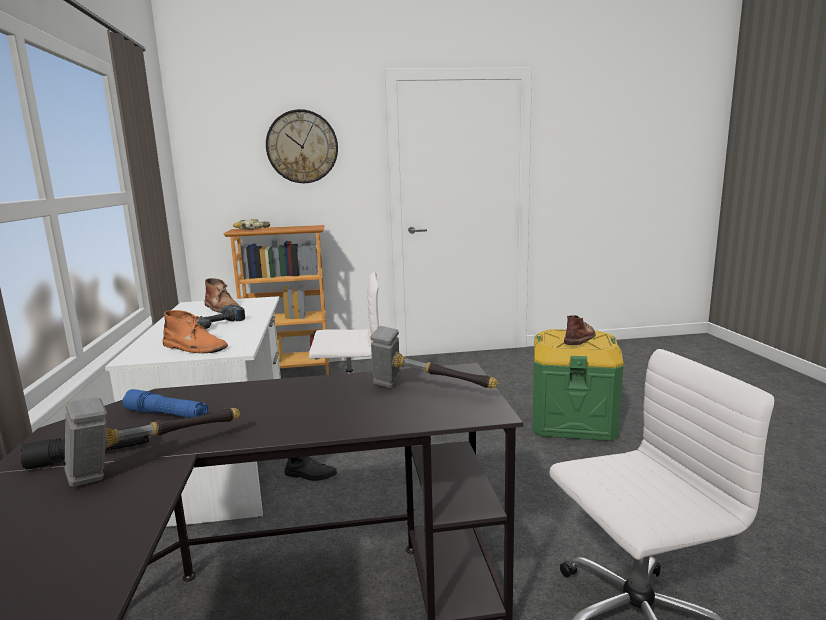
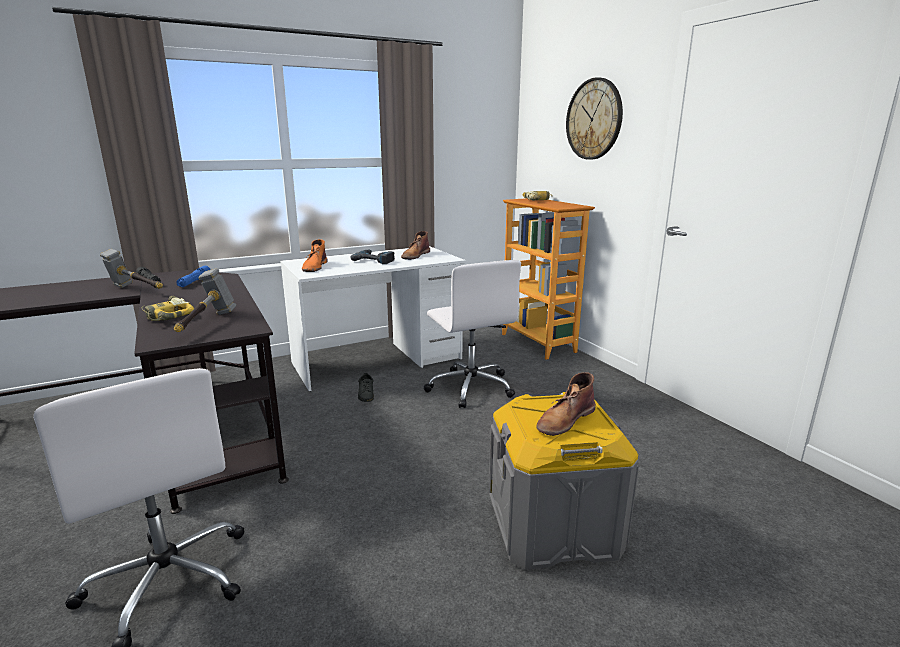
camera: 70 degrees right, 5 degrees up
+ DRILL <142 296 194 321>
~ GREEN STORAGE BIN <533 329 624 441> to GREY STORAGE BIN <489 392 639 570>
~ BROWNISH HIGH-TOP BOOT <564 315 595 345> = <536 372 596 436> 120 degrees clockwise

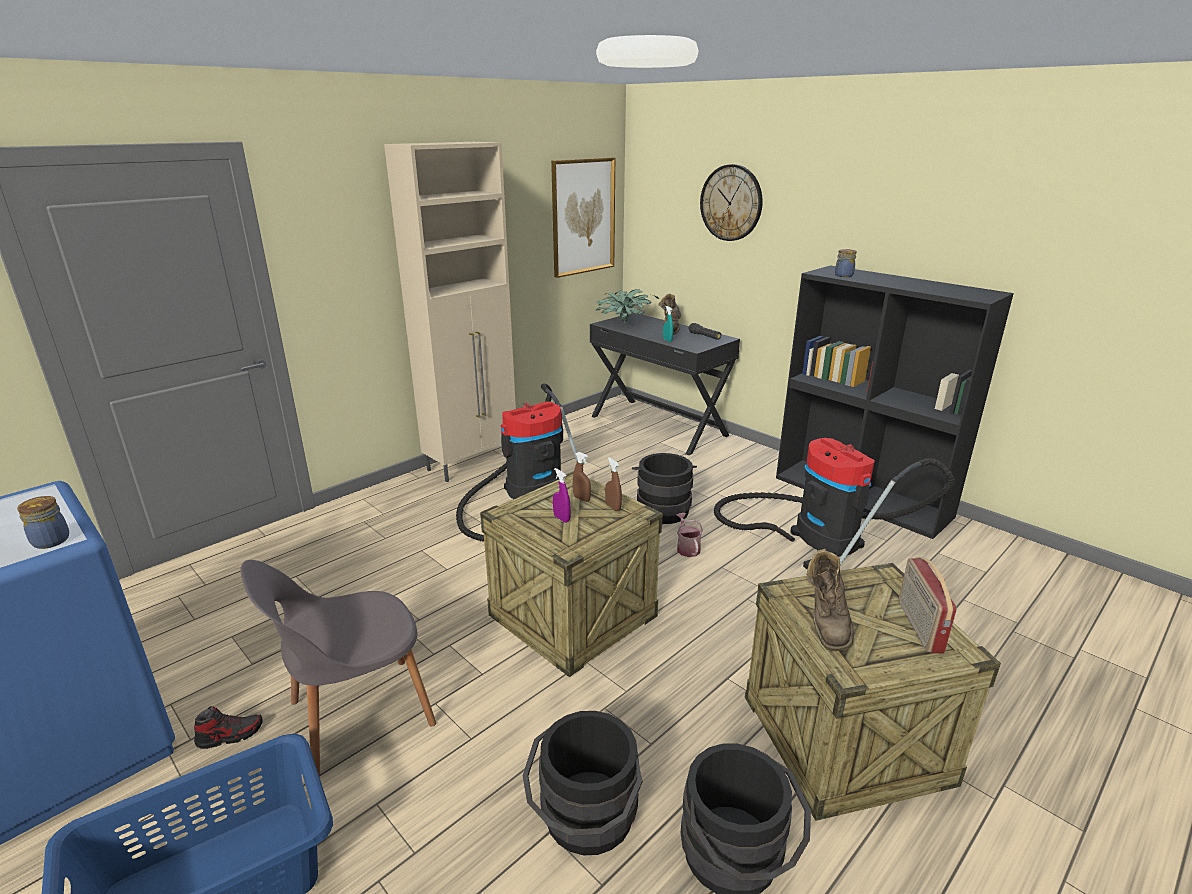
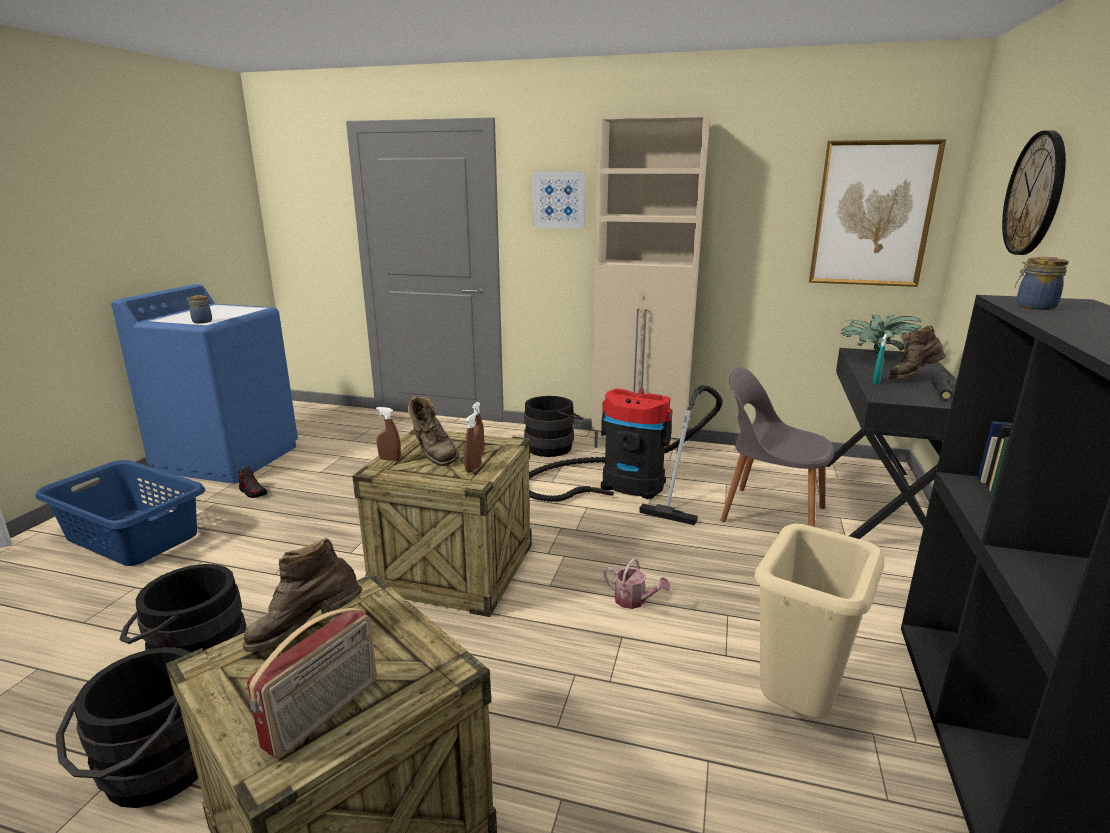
camera: 60 degrees right, 5 degrees down
~ RADIO RECEIVER <899 557 956 654> = <247 608 377 759> 150 degrees clockwise
+ BROWNISH SPRAYER <376 407 401 461>
~ PURPLISH SPRAYER <553 468 571 523> to BROWNISH HIGH-TOP BOOT <408 396 459 466>
~ BLACK PAIL <632 453 697 524> to <524 396 584 457>
+ PICTURE <533 171 586 229>
~ SPRINKLING CAN <676 513 703 557> = <604 558 671 609> 75 degrees clockwise
~ GREY UPRIGHT CHAIR <240 560 436 776> to <720 367 834 527>
~ VACUUM CLEANER <714 437 955 569> to BEIGE WASTE BIN <754 523 884 718>

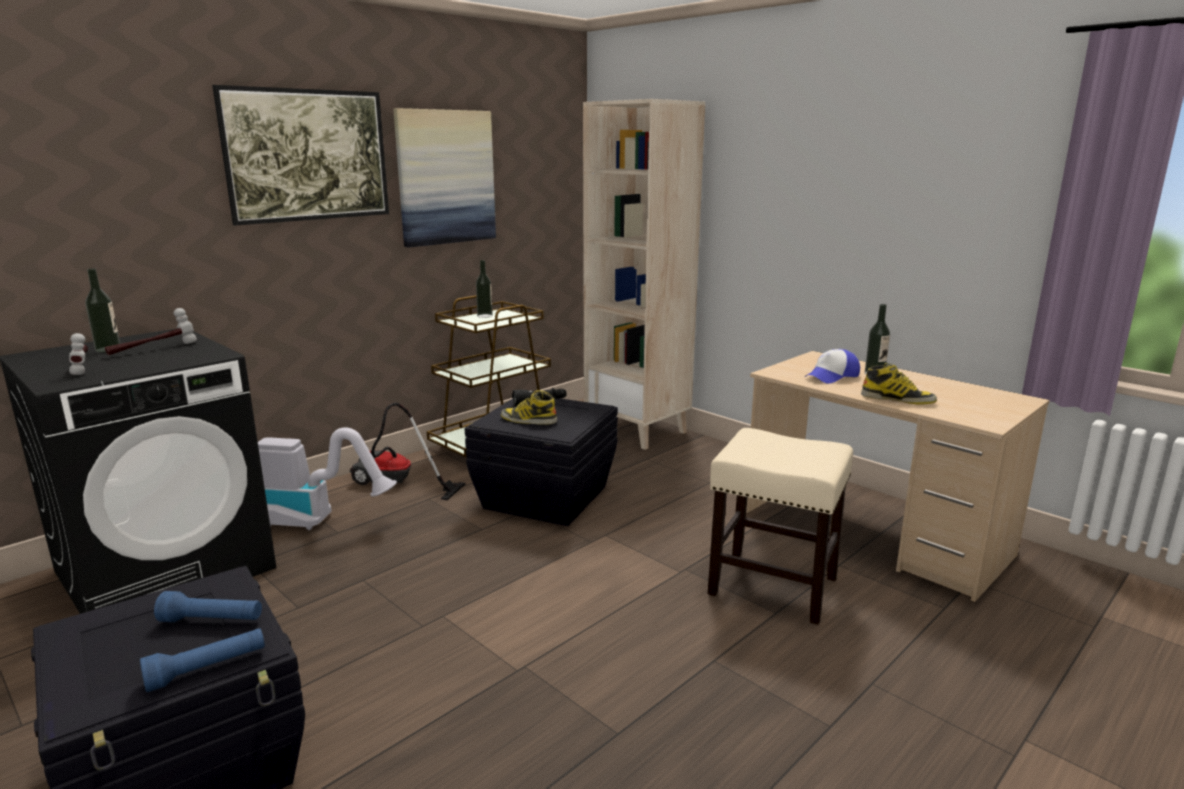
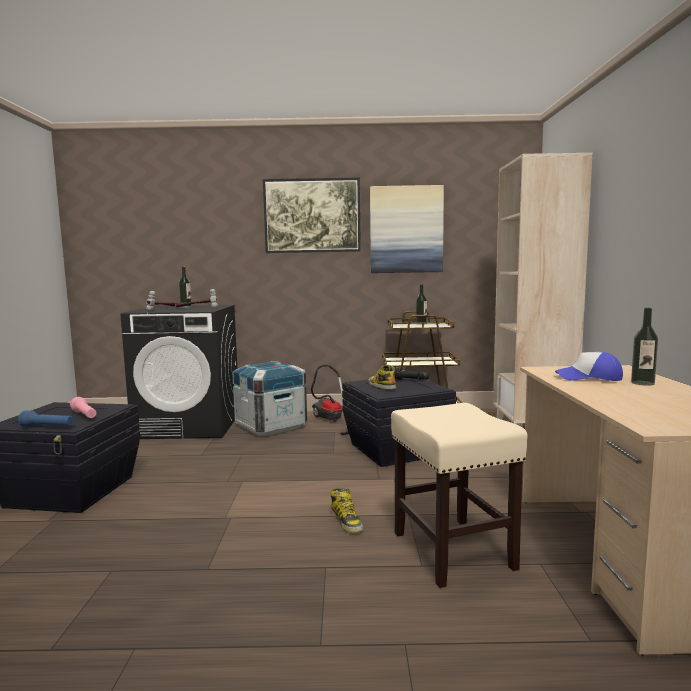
camera: 45 degrees right, 10 degrees down
~ BLUE-COLOURED HAND TORCH <154 591 262 622> to PINK HAND TORCH <70 397 97 418>
~ VACUUM CLEANER <258 427 397 530> to PACKING CRATE <232 361 307 436>
~ HIGH-TOP BOOT <861 363 937 405> to <330 488 363 533>

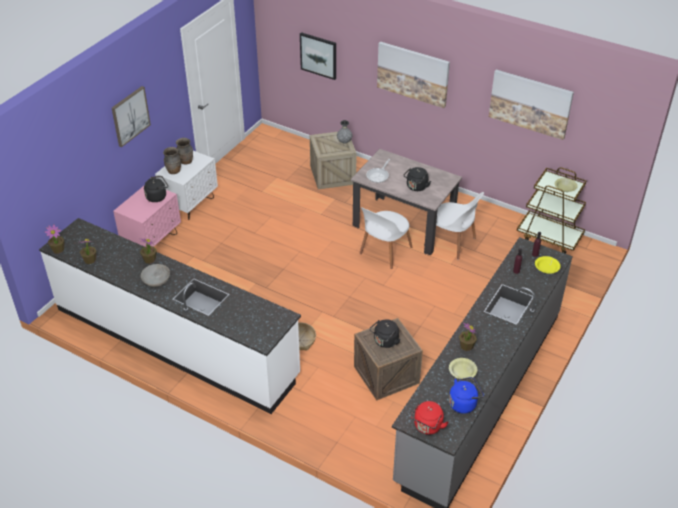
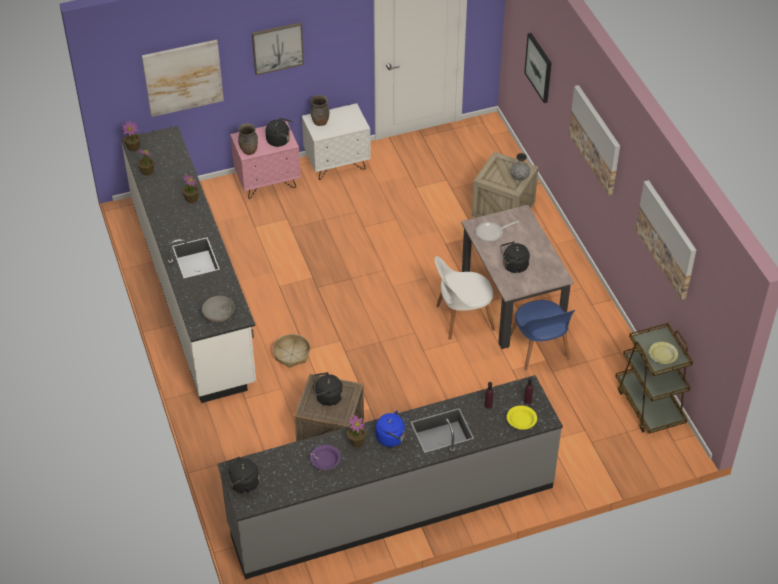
camera: 40 degrees right, 5 degrees up
+ PICTURE <142 40 224 117>
~ GREY DEEP DISH <141 264 170 287> to <202 296 235 322>
~ RED-COLOURED WATER KETTLE <411 401 449 435> to BLACK WATER KETTLE <224 457 259 493>
~ BROWNISH DECORATIVE VASE <176 138 193 165> to <238 123 258 155>
~ YELLOW DEEP DISH <449 358 477 379> to PURPLISH DEEP DISH <310 445 341 470>
~ BLUE-COLOURED WATER KETTLE <449 377 484 414> to <375 411 410 447>
~ WHITISH UPRIGHT CHAIR <424 192 484 259> to BLUE-COLOURED UPRIGHT CHAIR <511 300 575 370>

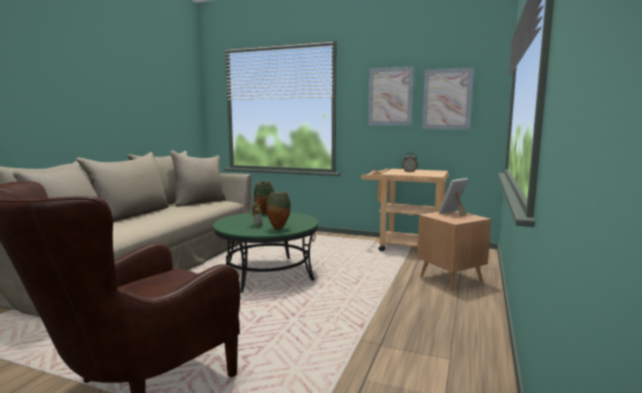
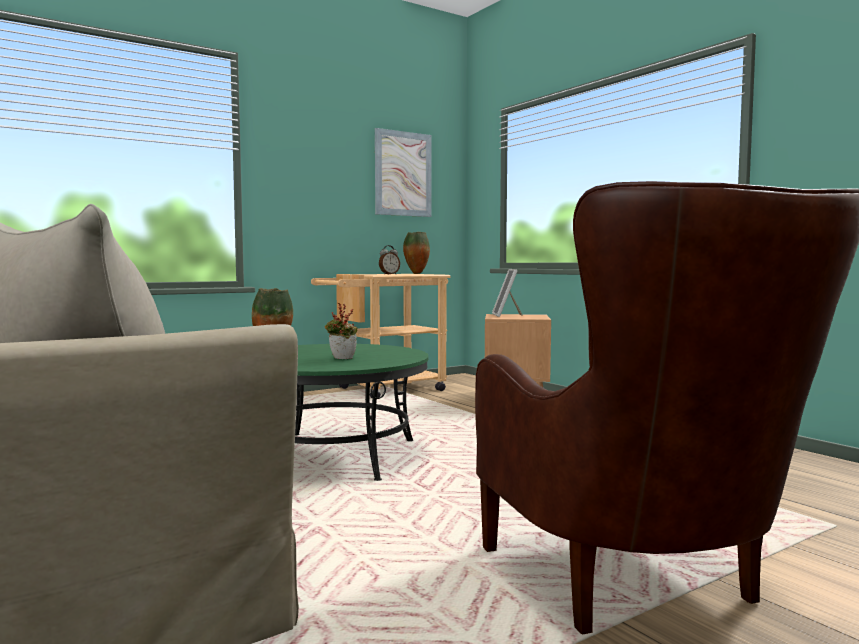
camera: 55 degrees left, 5 degrees down
~ DECORATIVE VASE <266 192 291 230> to <403 232 430 274>
- PICTURE <368 66 414 125>

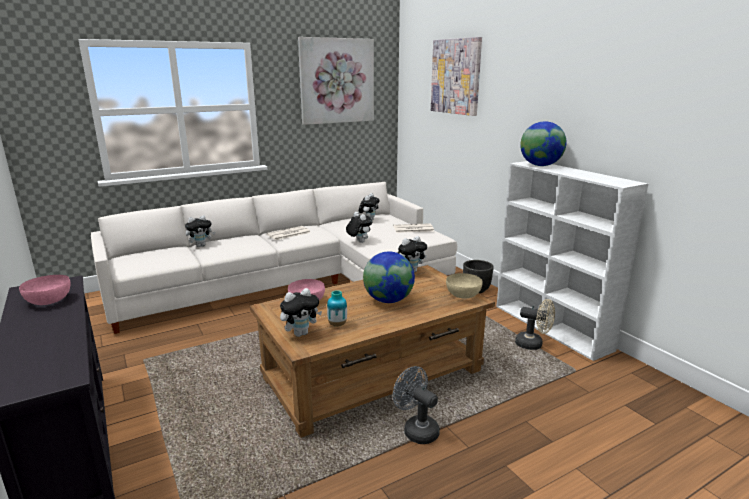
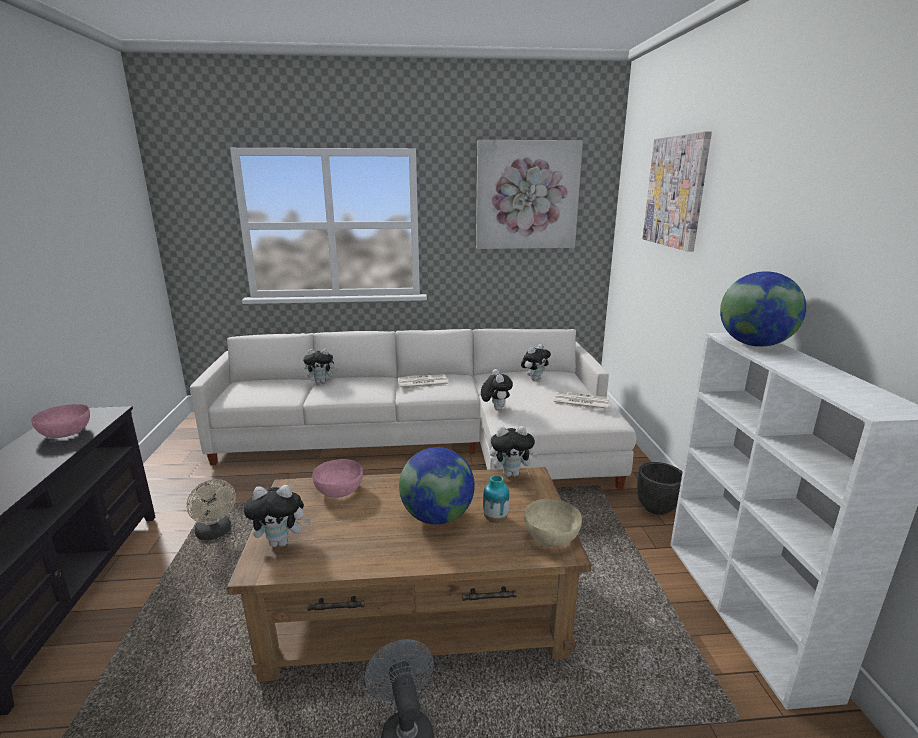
camera: 25 degrees right, 0 degrees up
~ BEIGE FAN <515 299 555 350> to <186 479 236 540>
~ DECORATIVE VASE <327 290 347 327> to <483 475 510 523>

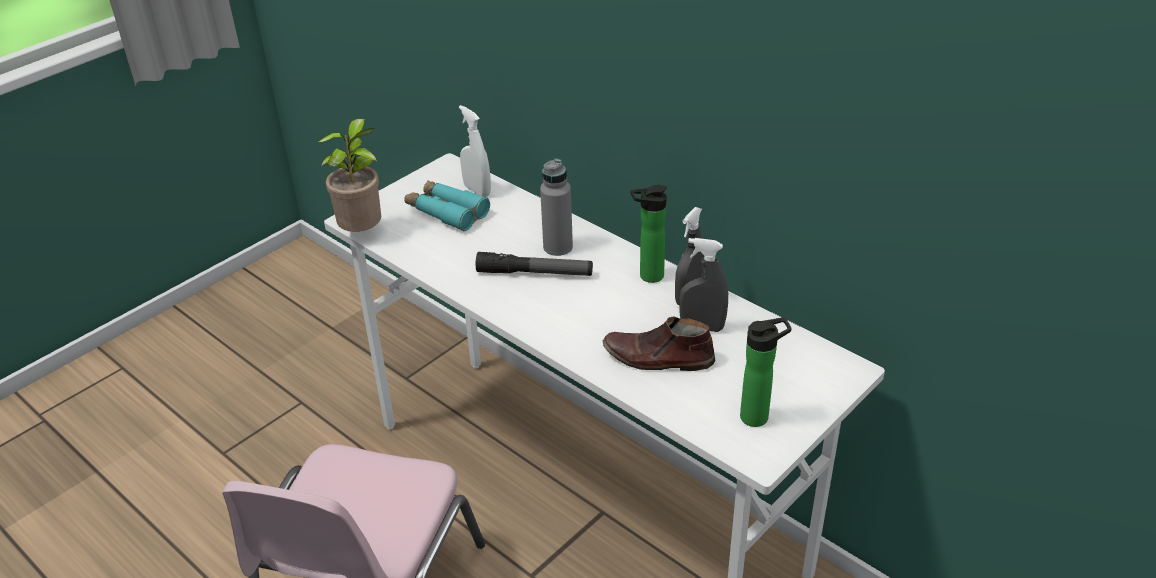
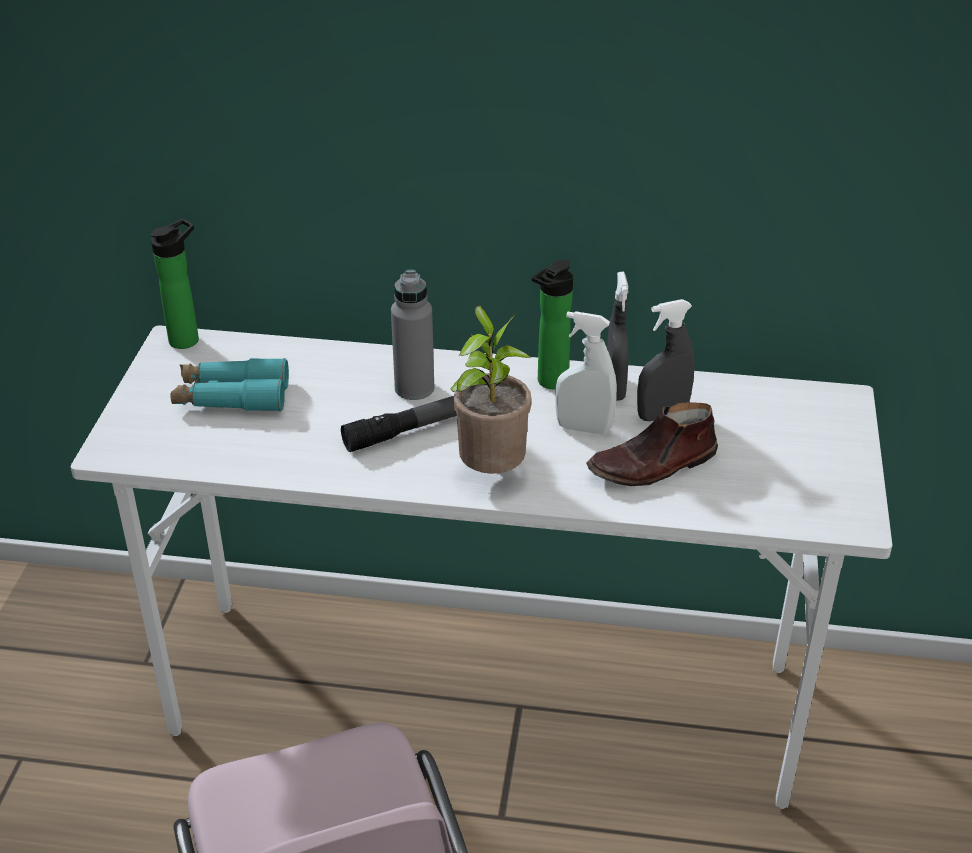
camera: 35 degrees left, 0 degrees up
~ BOTTLE <740 317 792 427> to <151 219 199 349>
~ POTTED PLANT <318 118 381 232> to <451 306 532 474>
~ WHITISH SPRAYER <459 105 491 197> to <556 311 617 435>

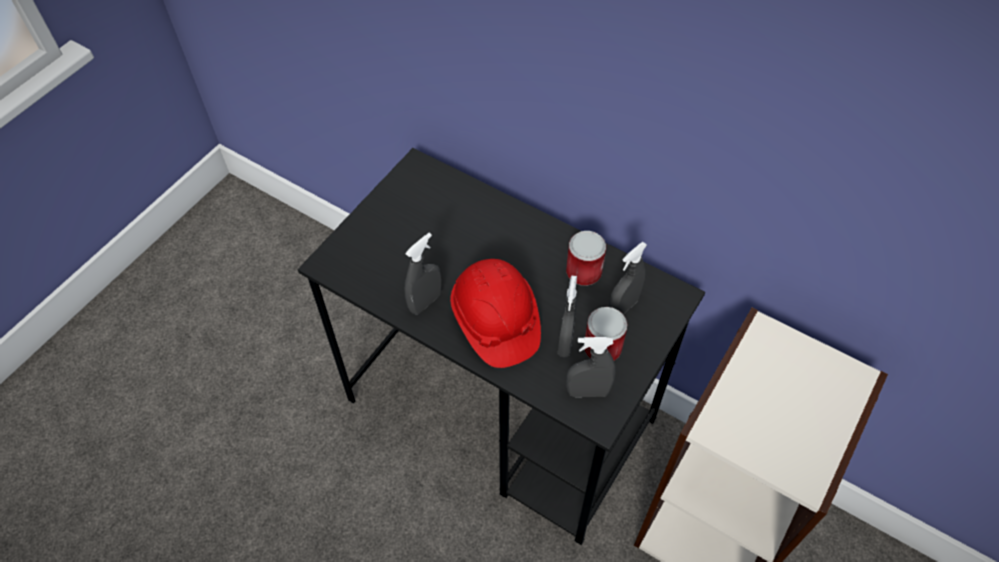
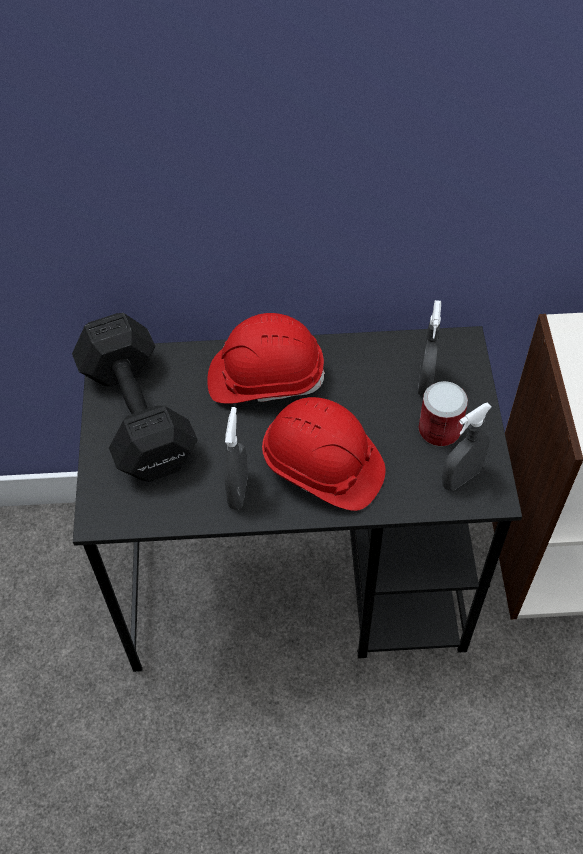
camera: 35 degrees left, 0 degrees up
+ BLACK FREE WEIGHT <72 313 198 482>
+ RED-COLOURED SAFETY HELMET <207 313 325 404>
- GREY SPRAYER <558 275 577 357>
- CAN <566 231 606 286>

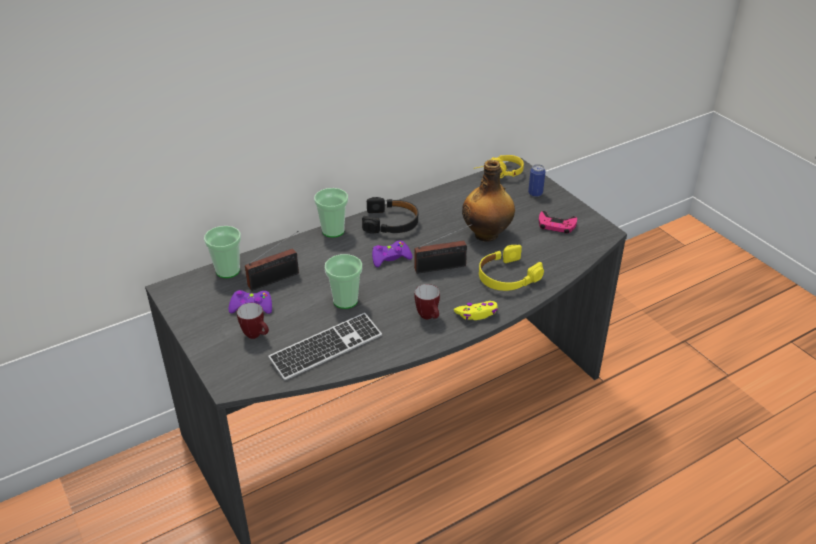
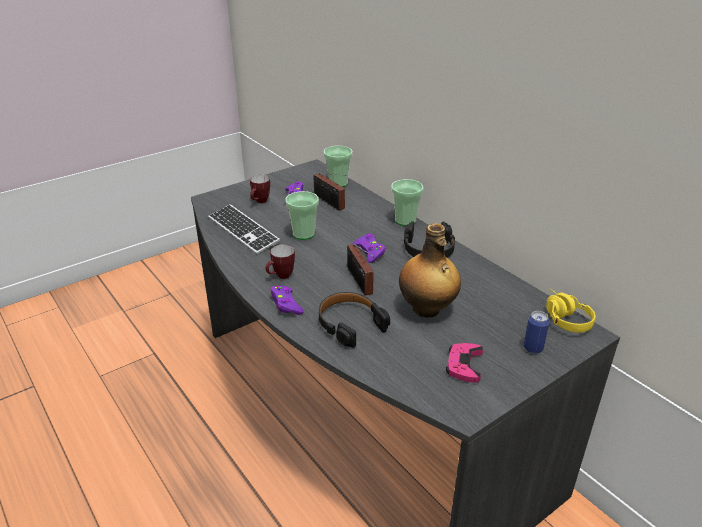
camera: 85 degrees right, 5 degrees down
~ YELLOW GAMEPAD <454 301 498 320> to PURPLISH GAMEPAD <270 286 304 315>
~ YELLOW HEADPHONES <479 245 544 291> to BLACK HEADPHONES <319 292 390 348>

